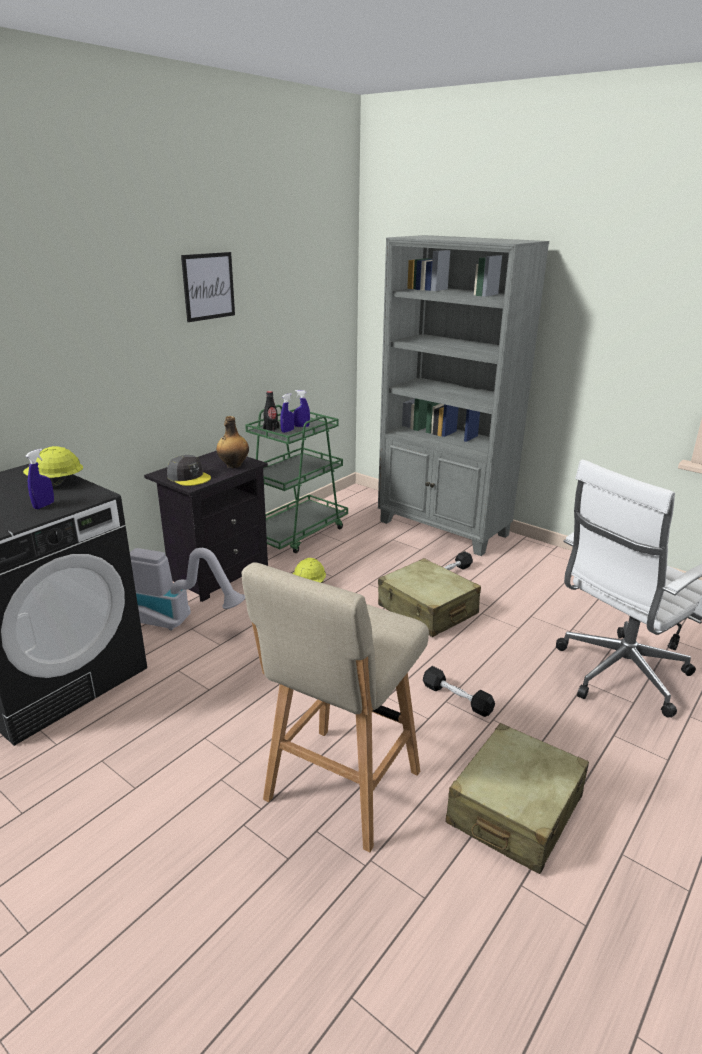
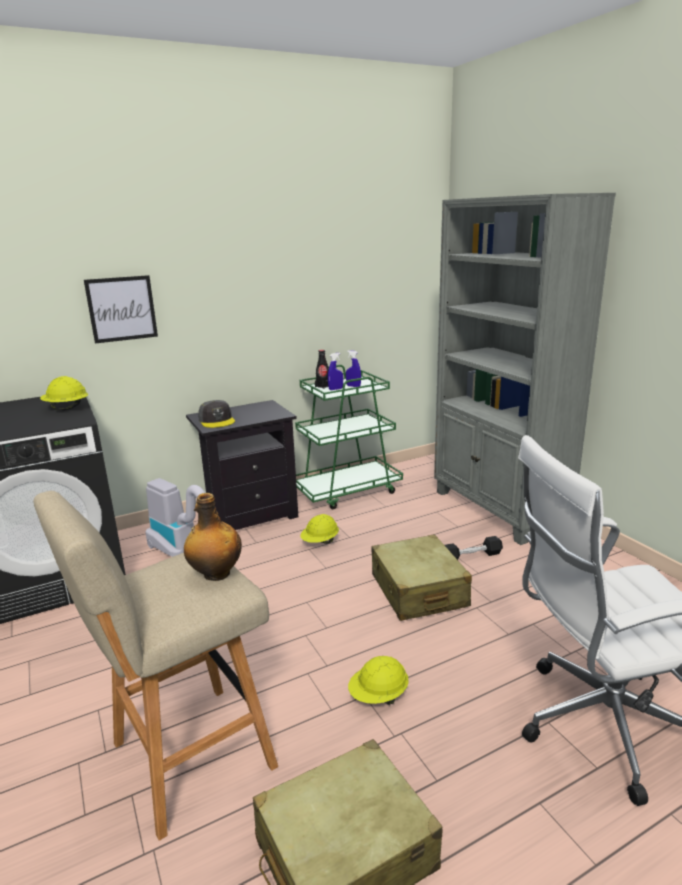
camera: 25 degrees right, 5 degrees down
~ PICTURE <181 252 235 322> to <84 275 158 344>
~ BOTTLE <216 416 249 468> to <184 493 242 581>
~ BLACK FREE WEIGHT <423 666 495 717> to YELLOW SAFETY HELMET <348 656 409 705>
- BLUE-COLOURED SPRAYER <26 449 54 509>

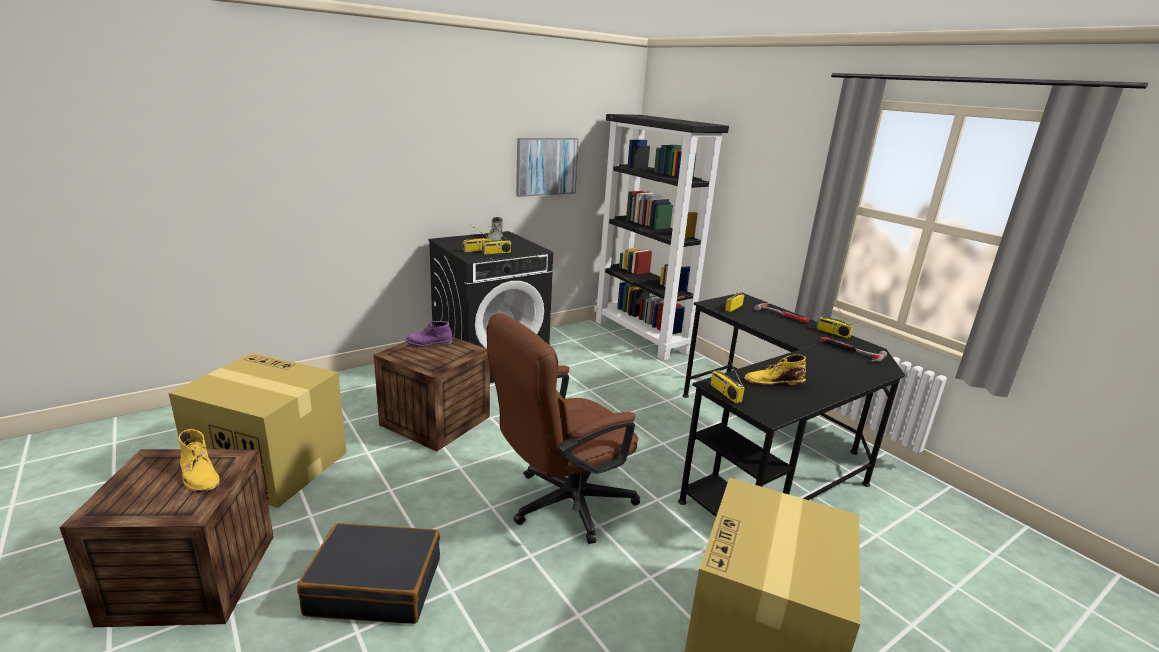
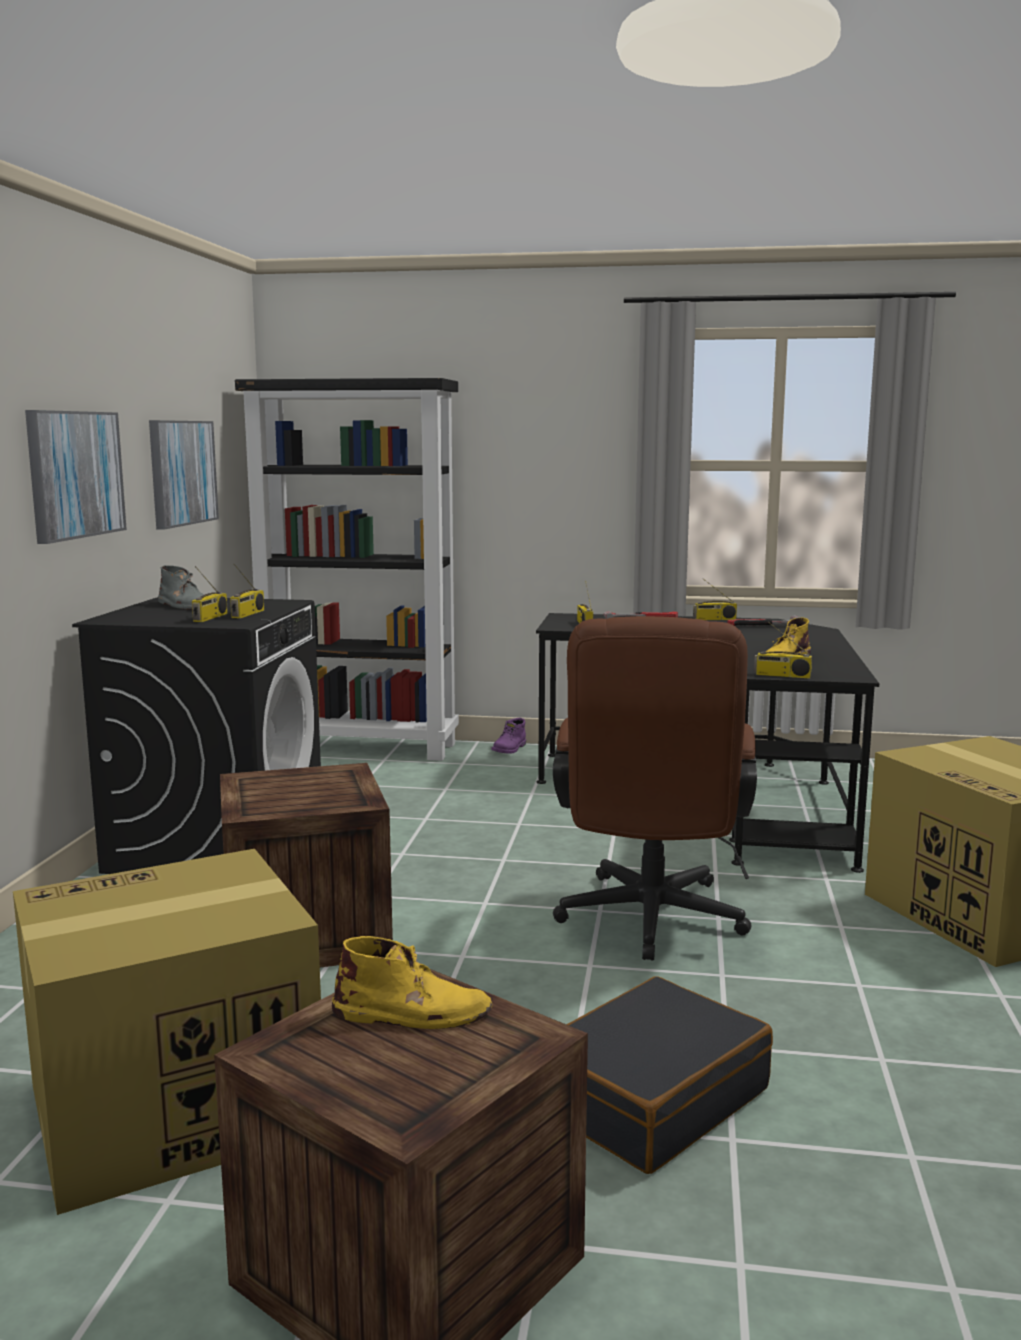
camera: 45 degrees left, 10 degrees down
+ PICTURE <25 410 127 544>
~ PURPLISH HIGH-TOP BOOT <406 321 452 347> to <492 718 526 754>

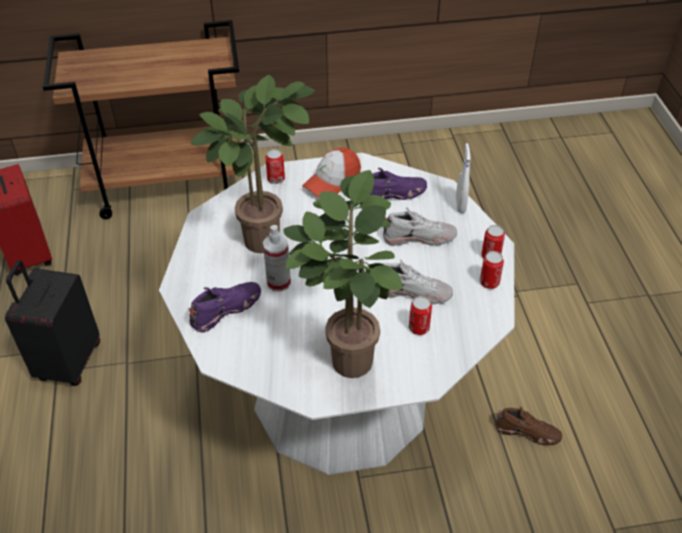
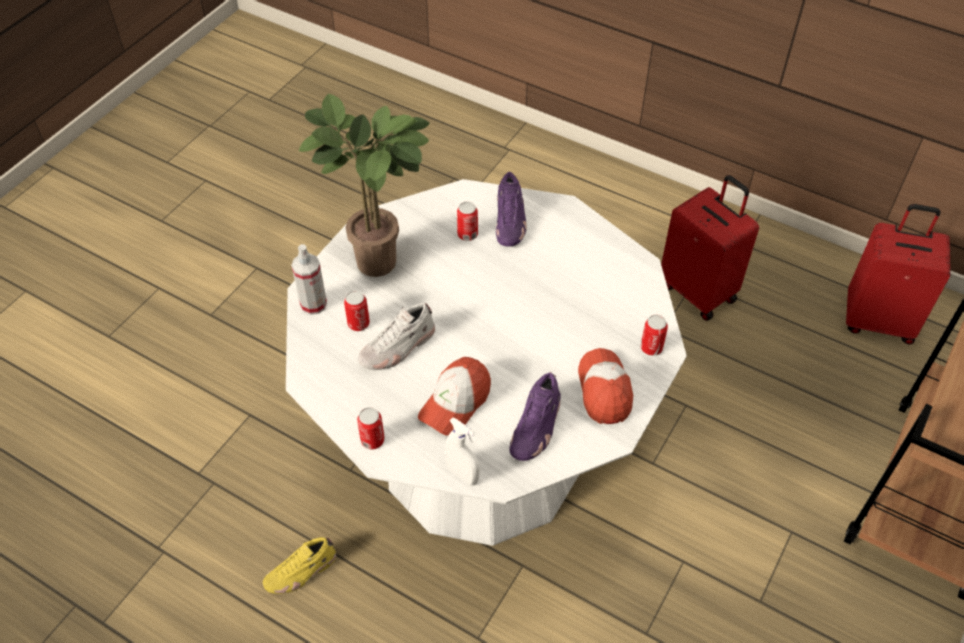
camera: 130 degrees right, 5 degrees up
~ BROWNISH ITEM OF FOOTWEAR <495 407 562 445> to YELLOW ITEM OF FOOTWEAR <263 537 336 594>
~ SPRAYER <263 225 291 292> to <291 244 327 315>
~ WHITISH ITEM OF FOOTWEAR <383 208 457 246> to PEAKED CAP <418 357 491 436>
~ CAN <480 251 504 289> to <457 202 478 241>
~ BLACK TRAVEL CASE <5 260 100 386> to RED-COLOURED TRAVEL CASE <661 175 759 321>
- POTTED PLANT <191 75 315 253>

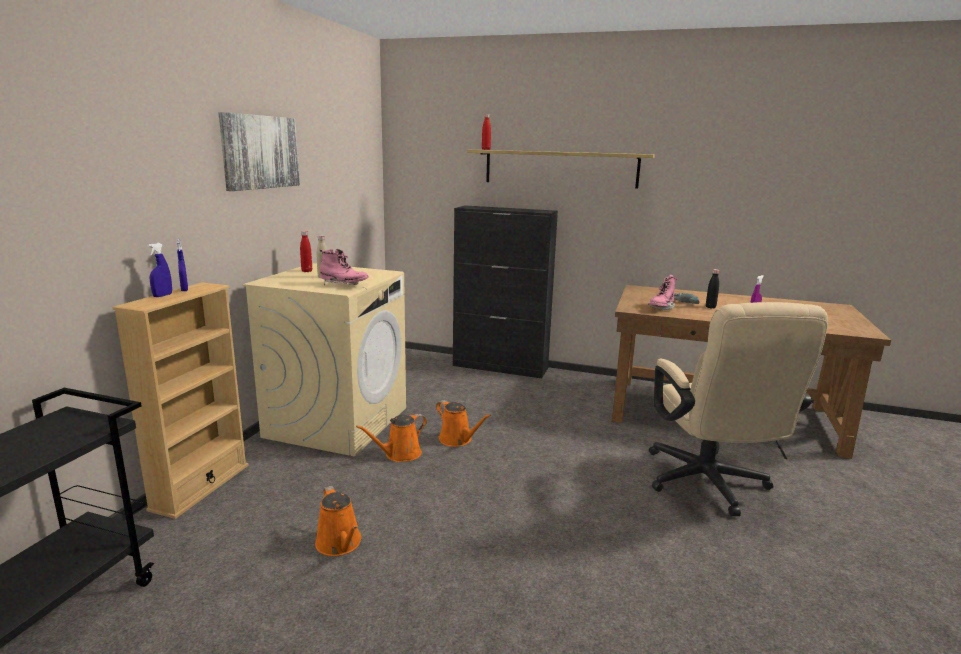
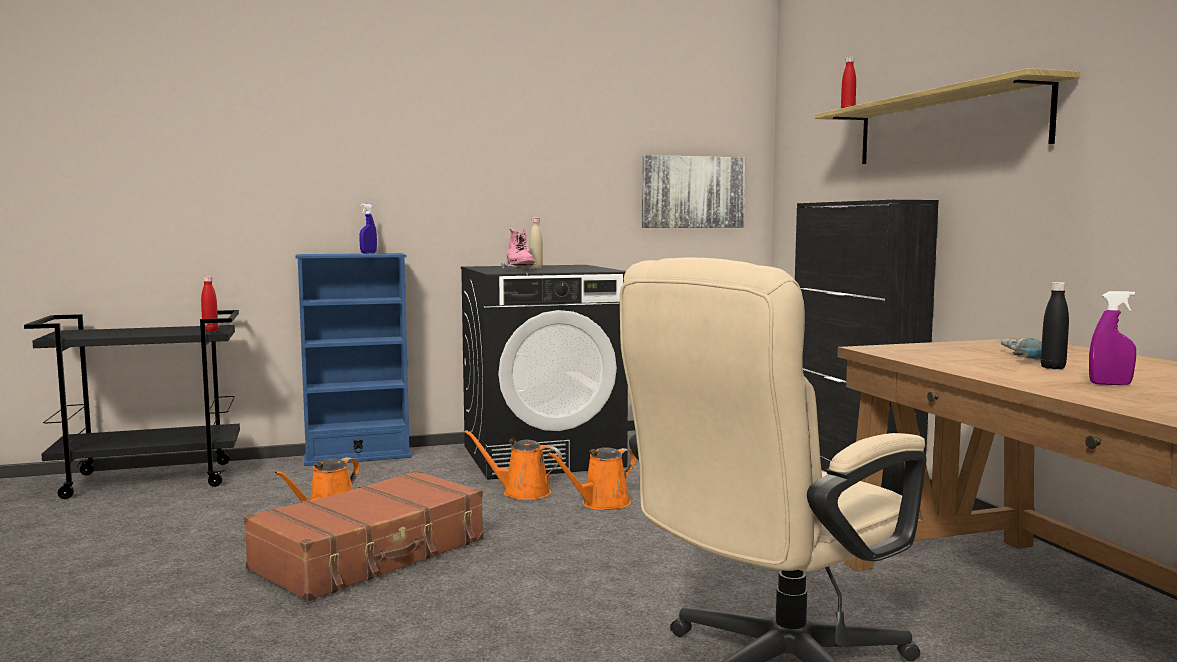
camera: 55 degrees right, 10 degrees down
~ RED-COLOURED BOTTLE <300 231 312 272> to <201 276 218 332>
+ BROWNISH TRAVEL CASE <243 470 484 602>
~ BEIGE BOOKCASE <112 282 249 519> to BLUE-COLOURED BOOKCASE <295 253 412 466>
~ BEIGE WASHING MACHINE <242 263 406 456> to BLACK WASHING MACHINE <461 265 628 480>
~ ORANGE-COLOURED SPRINKLING CAN <436 400 491 447> = <548 447 637 510> 45 degrees clockwise
~ PICTURE <219 112 300 191> to <642 155 746 228>
- BLUE-COLOURED SPRAYER <147 243 172 297>
- PINK HIGH-TOP BOOT <648 275 678 310>

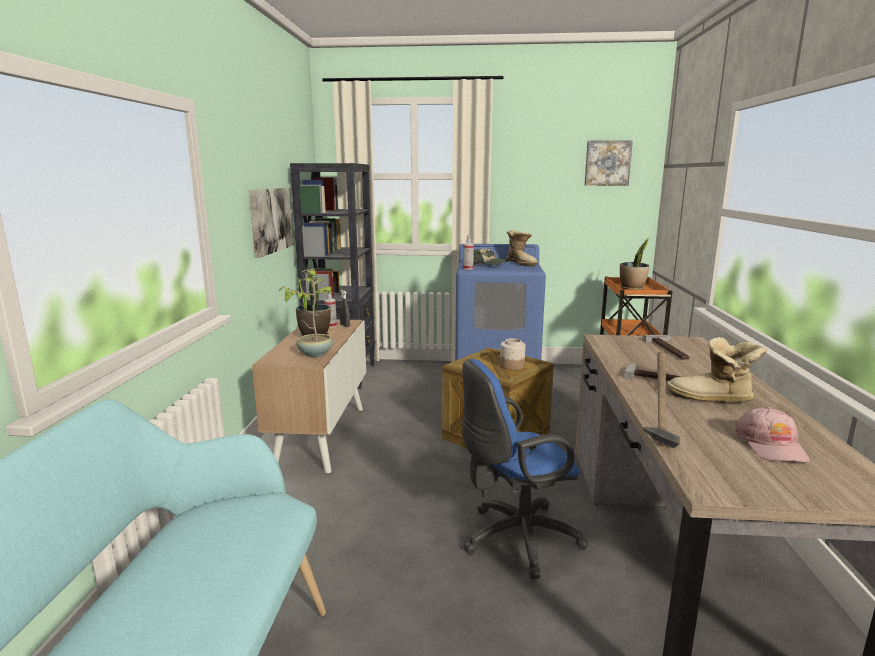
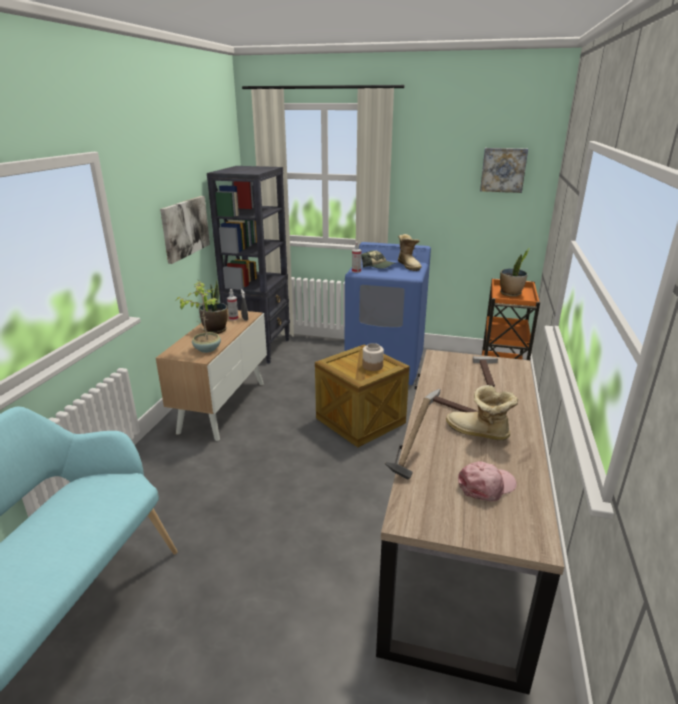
camera: 10 degrees right, 10 degrees up
~ PINK PEAKED CAP <736 407 810 463> = <458 461 517 501> 135 degrees counterclockwise
- BLUE-COLOURED OFFICE CHAIR <462 359 588 579>

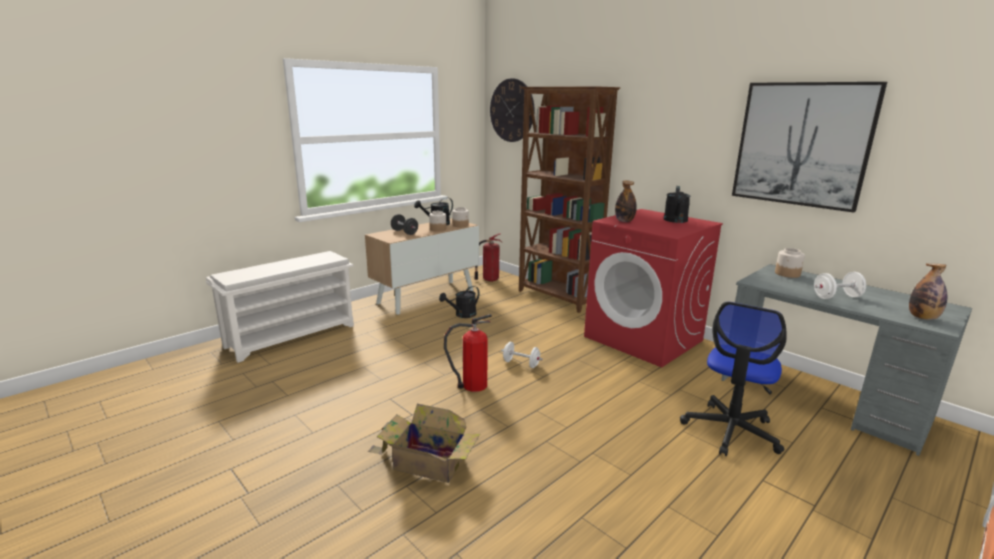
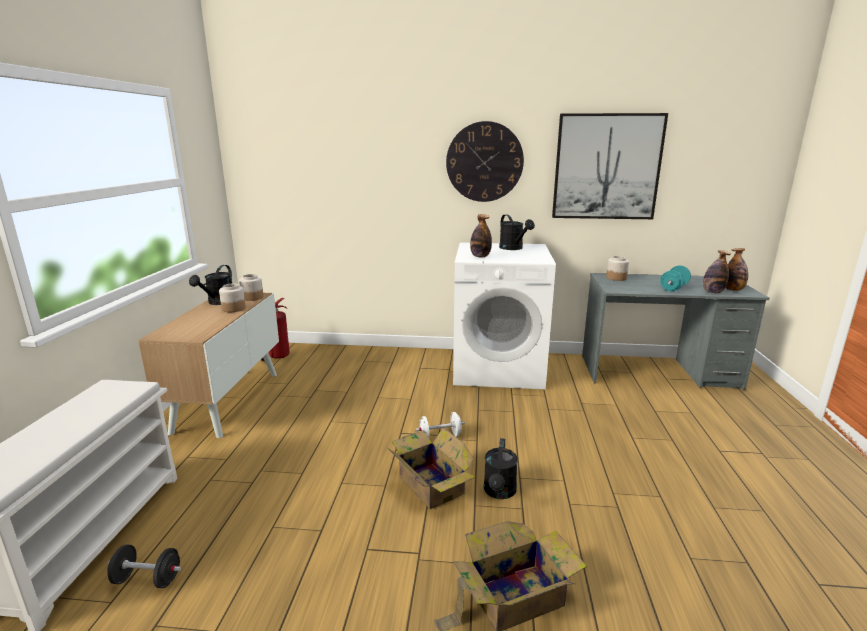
camera: 40 degrees left, 0 degrees up
~ BLACK FREE WEIGHT <391 214 418 235> to <107 545 182 588>
~ FIRE EXTINGUISHER <444 314 492 392> to CARTON <387 427 475 509>
~ WALL CLOCK <490 78 535 142> to <446 121 524 202>
~ RED-COLOURED WASHING MACHINE <584 209 723 367> to WHITISH WASHING MACHINE <453 242 556 389>
~ BLACK SPRINKLING CAN <439 286 479 318> to <484 438 518 499>
~ WHITISH FREE WEIGHT <814 272 866 299> to BLUE-GREEN FREE WEIGHT <660 265 691 292>
+ BOTTLE <703 250 731 293>
- BROWNISH BOOKCASE <519 86 621 313>
- OFFICE CHAIR <680 302 787 456>

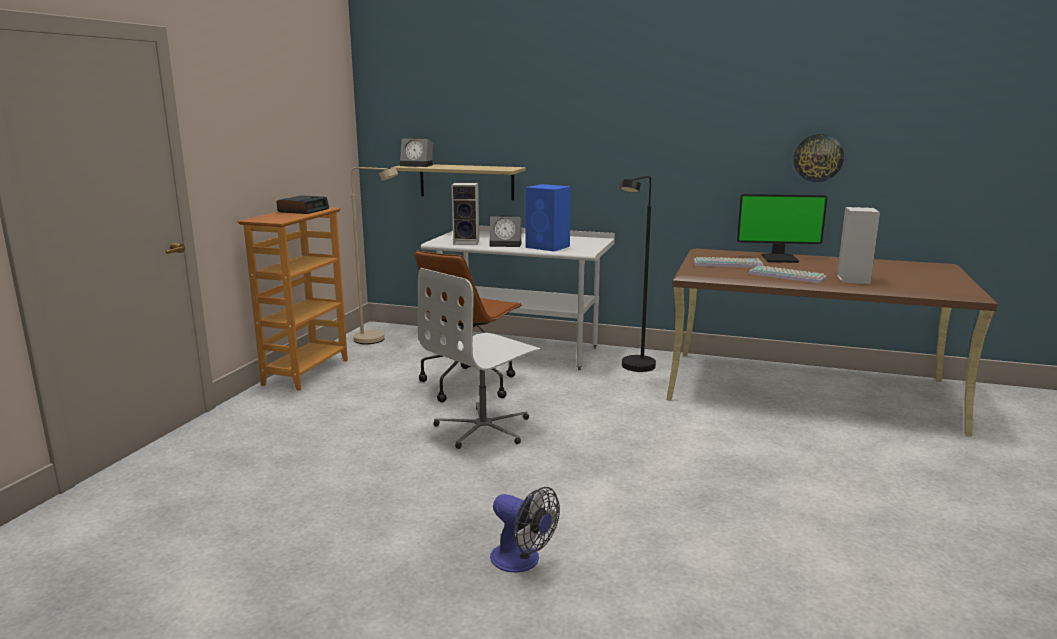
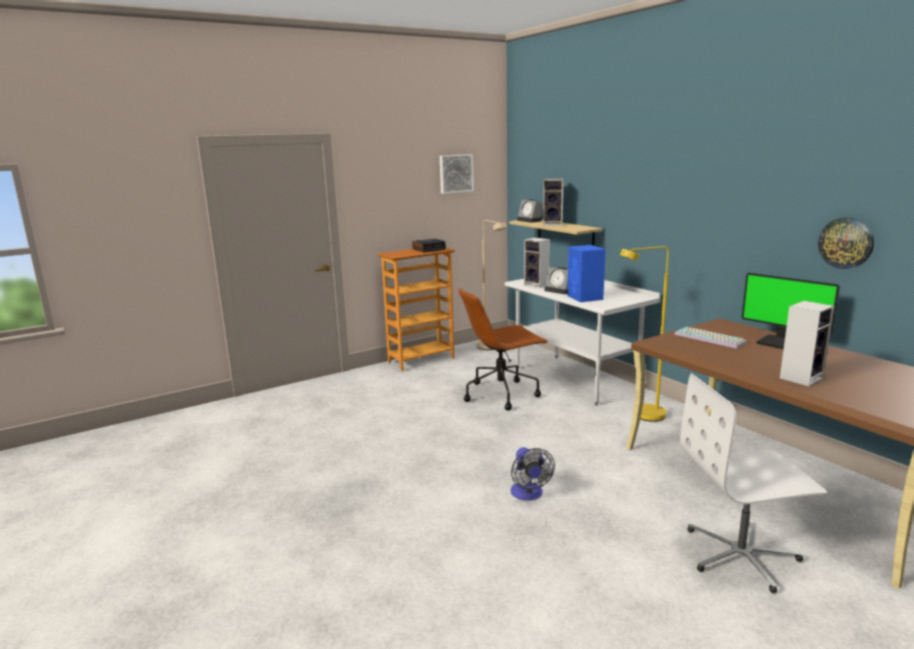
camera: 40 degrees right, 0 degrees up
+ PICTURE <440 154 474 194>
~ FAN <490 487 560 573> to <511 447 555 501>
+ AUDIO SPEAKER <543 178 564 226>
~ BLACK STANDARD LAMP <620 176 656 372> to YELLOW STANDARD LAMP <620 246 669 422>
~ WHITISH OFFICE CHAIR <418 268 540 449> to <680 373 827 593>
- PC KEYBOARD <748 265 827 284>

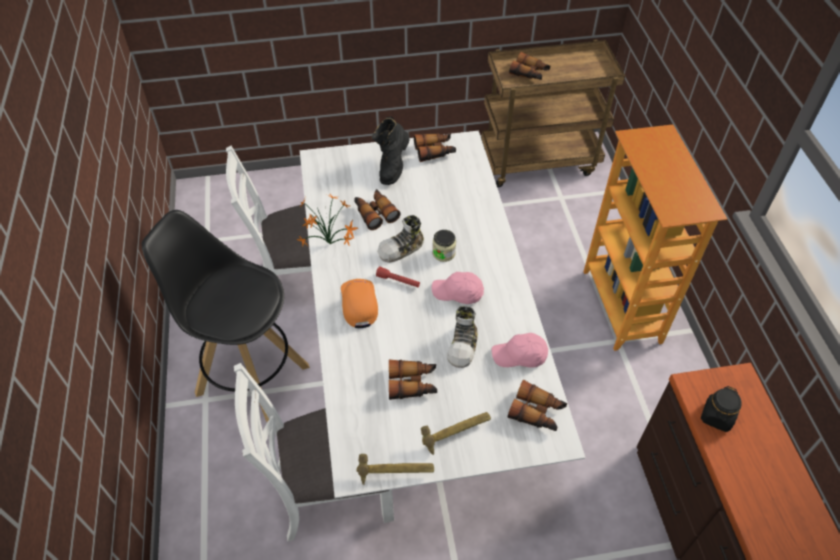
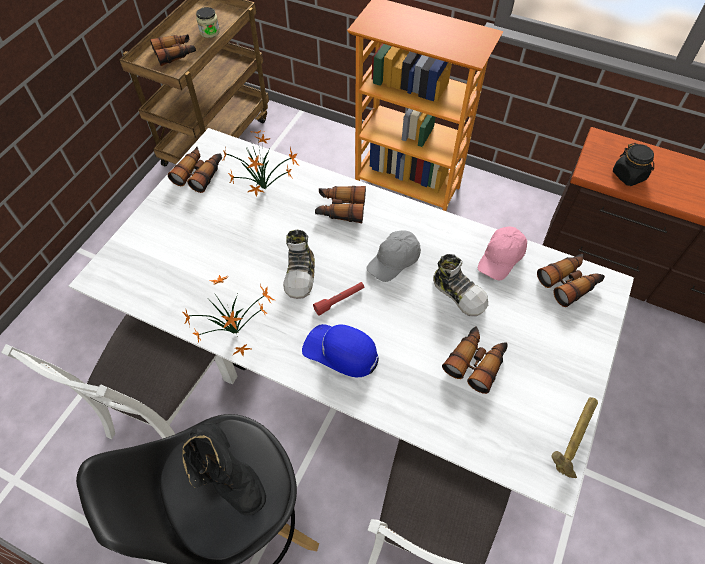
camera: 55 degrees left, 5 degrees up
~ BLACK HIGH-TOP BOOT <372 117 410 185> to <182 423 266 516>
~ STORAGE JAR <432 230 456 262> to <196 7 220 38>
+ POTTED PLANT <222 130 300 197>
~ ORANGE-COLOURED PEAKED CAP <341 279 378 328> to BLUE-COLOURED PEAKED CAP <302 324 379 377>
~ PAIR OF BINOCULARS <354 189 401 230> to <315 186 366 223>
~ PINK PEAKED CAP <431 272 484 304> to GREY PEAKED CAP <366 231 421 282>
- TOOL HAMMER <421 412 491 455>

